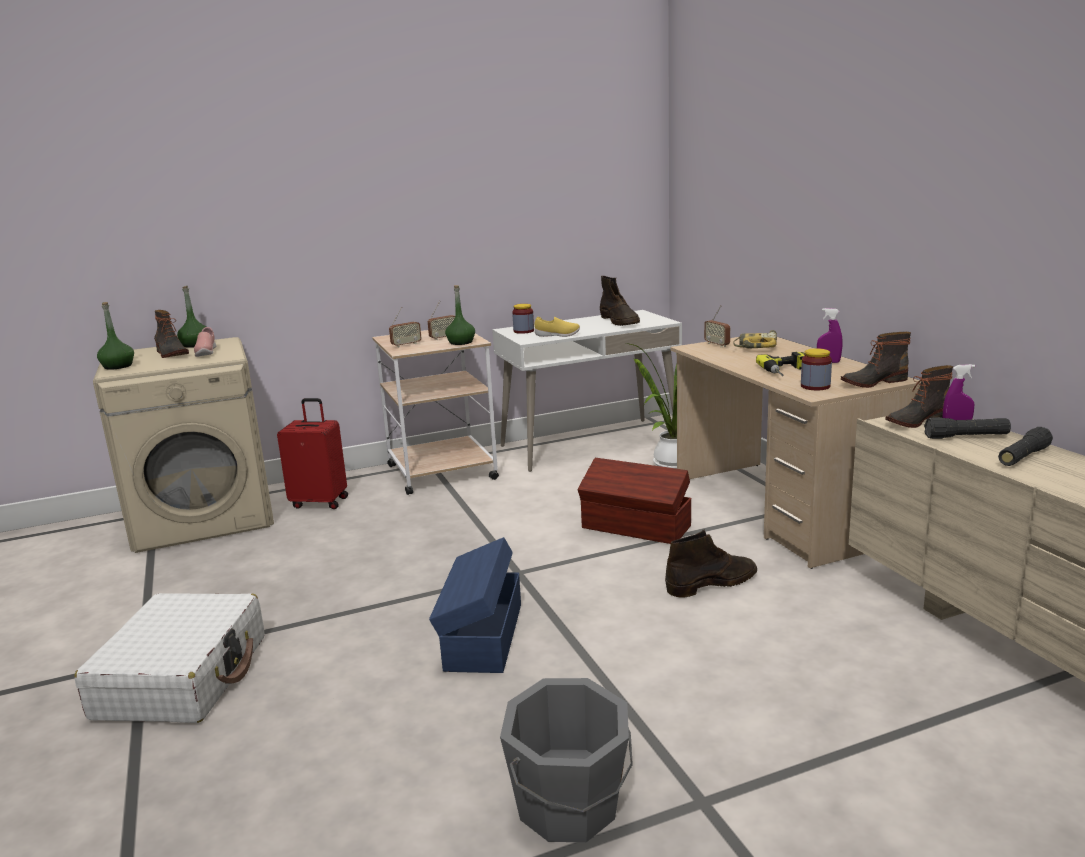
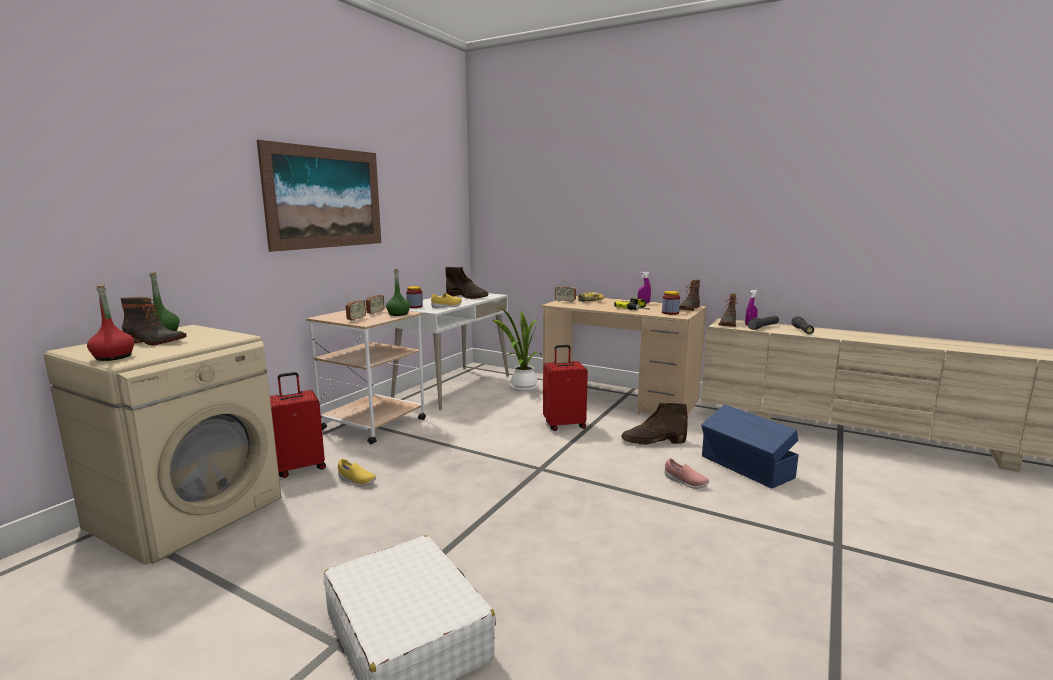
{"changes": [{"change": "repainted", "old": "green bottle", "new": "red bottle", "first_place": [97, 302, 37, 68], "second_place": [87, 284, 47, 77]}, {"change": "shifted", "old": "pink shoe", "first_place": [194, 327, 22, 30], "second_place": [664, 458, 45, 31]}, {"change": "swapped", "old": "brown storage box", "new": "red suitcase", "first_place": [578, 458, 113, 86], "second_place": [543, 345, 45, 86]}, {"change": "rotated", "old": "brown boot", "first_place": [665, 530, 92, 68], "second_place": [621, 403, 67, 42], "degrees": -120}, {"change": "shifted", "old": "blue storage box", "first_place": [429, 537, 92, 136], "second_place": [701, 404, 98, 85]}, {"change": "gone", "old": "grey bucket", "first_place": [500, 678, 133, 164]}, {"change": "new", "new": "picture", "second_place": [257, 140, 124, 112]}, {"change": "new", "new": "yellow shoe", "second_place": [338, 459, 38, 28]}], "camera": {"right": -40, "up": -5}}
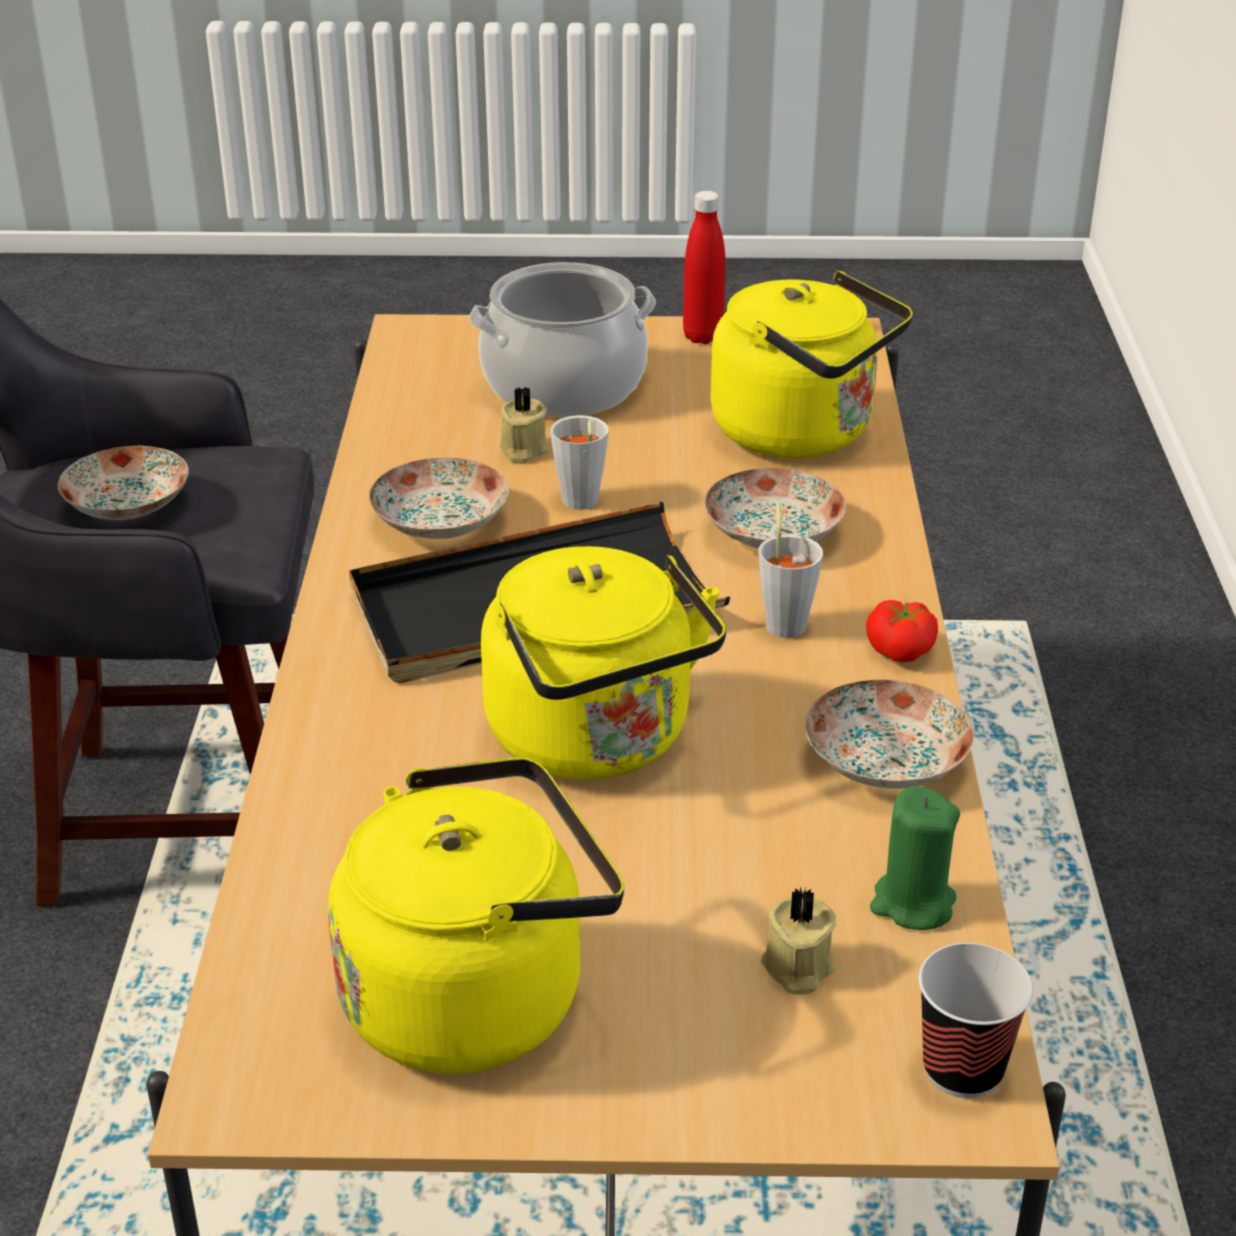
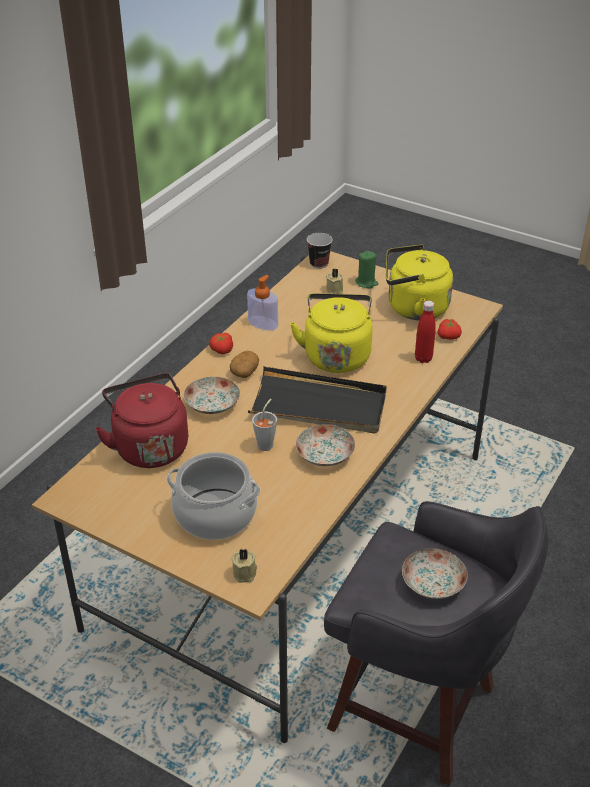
{"changes": [{"change": "shifted", "old": "red bottle", "first_place": [683, 191, 43, 153], "second_place": [415, 301, 21, 62]}, {"change": "repainted", "old": "yellow kettle", "new": "red kettle", "first_place": [710, 270, 203, 188], "second_place": [95, 373, 93, 95]}, {"change": "shifted", "old": "beige candle", "first_place": [499, 387, 49, 76], "second_place": [231, 548, 26, 35]}, {"change": "swapped", "old": "grey cup", "new": "potato", "first_place": [758, 501, 65, 137], "second_place": [230, 351, 29, 27]}, {"change": "swapped", "old": "plate", "new": "soap dispenser", "first_place": [805, 680, 169, 108], "second_place": [247, 275, 31, 56]}, {"change": "shifted", "old": "green candle", "first_place": [870, 786, 90, 144], "second_place": [355, 251, 23, 38]}, {"change": "new", "new": "tomato", "second_place": [437, 319, 25, 21]}], "camera": {"right": -150, "up": 5}}
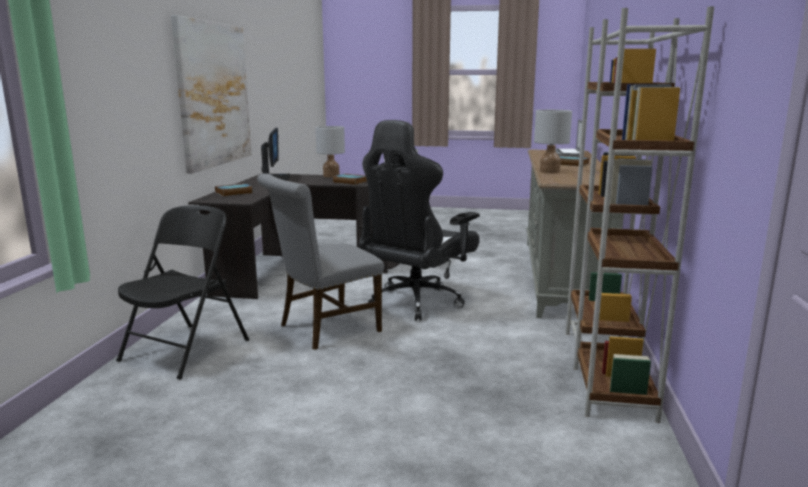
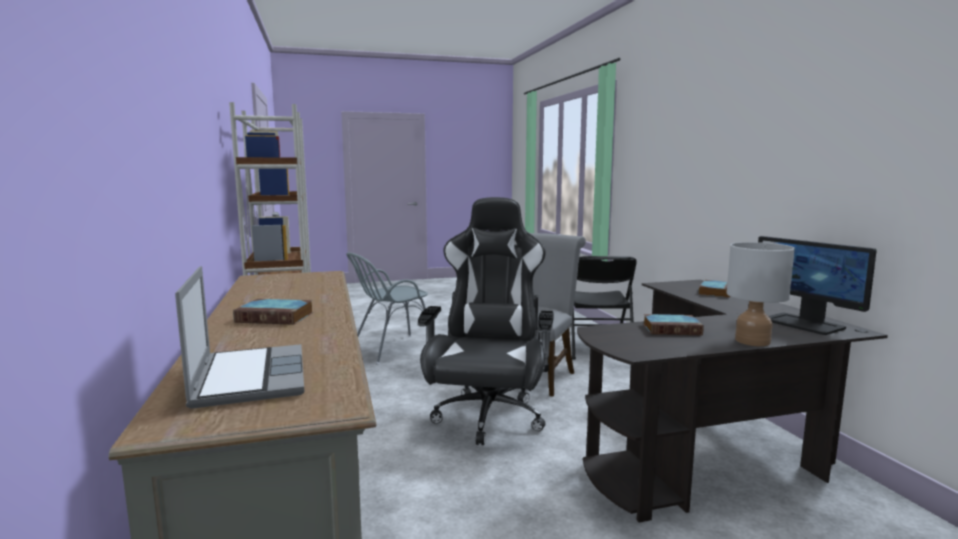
{"changes": [{"change": "gone", "old": "picture", "first_place": [171, 15, 80, 159]}, {"change": "gone", "old": "grey table lamp", "first_place": [534, 110, 38, 63]}, {"change": "new", "new": "grey chair", "second_place": [346, 252, 82, 112]}], "camera": {"right": 155, "up": -5}}
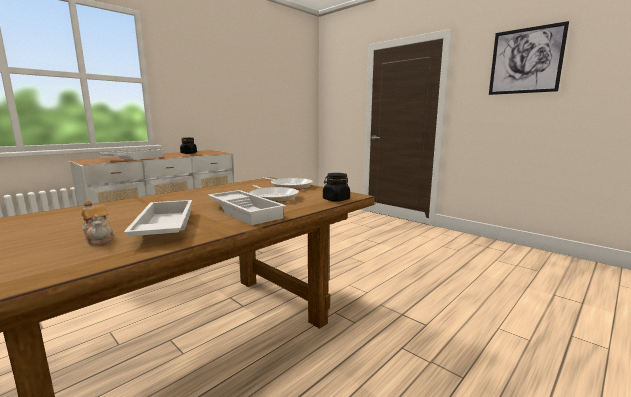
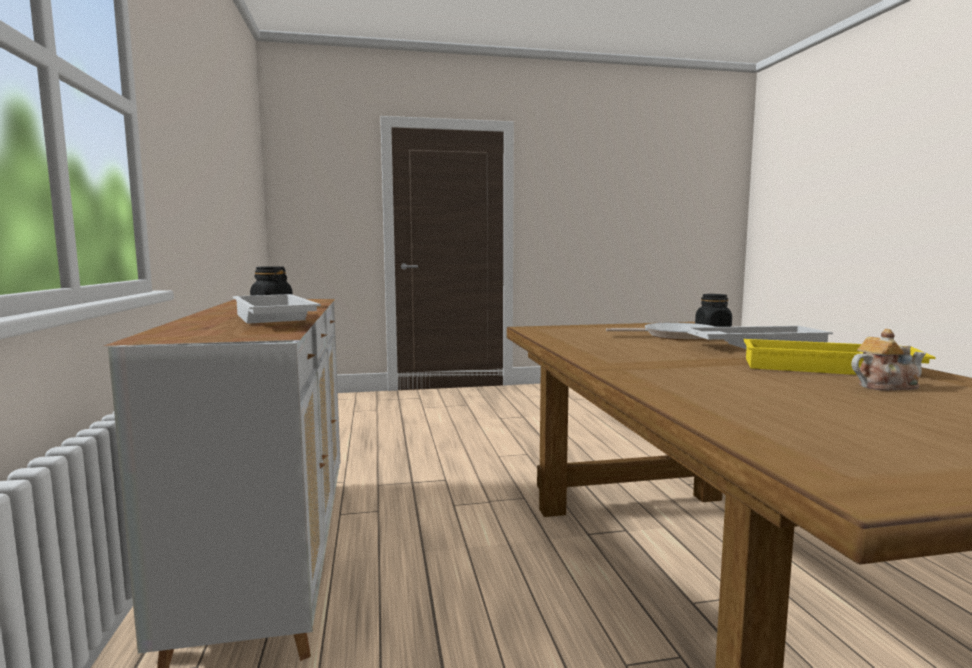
{"changes": [{"change": "gone", "old": "picture", "first_place": [489, 21, 80, 74]}, {"change": "gone", "old": "frying pan", "first_place": [263, 177, 50, 13]}, {"change": "repainted", "old": "white tray", "new": "yellow tray", "first_place": [124, 200, 68, 36], "second_place": [743, 339, 193, 36]}], "camera": {"right": -55, "up": -5}}
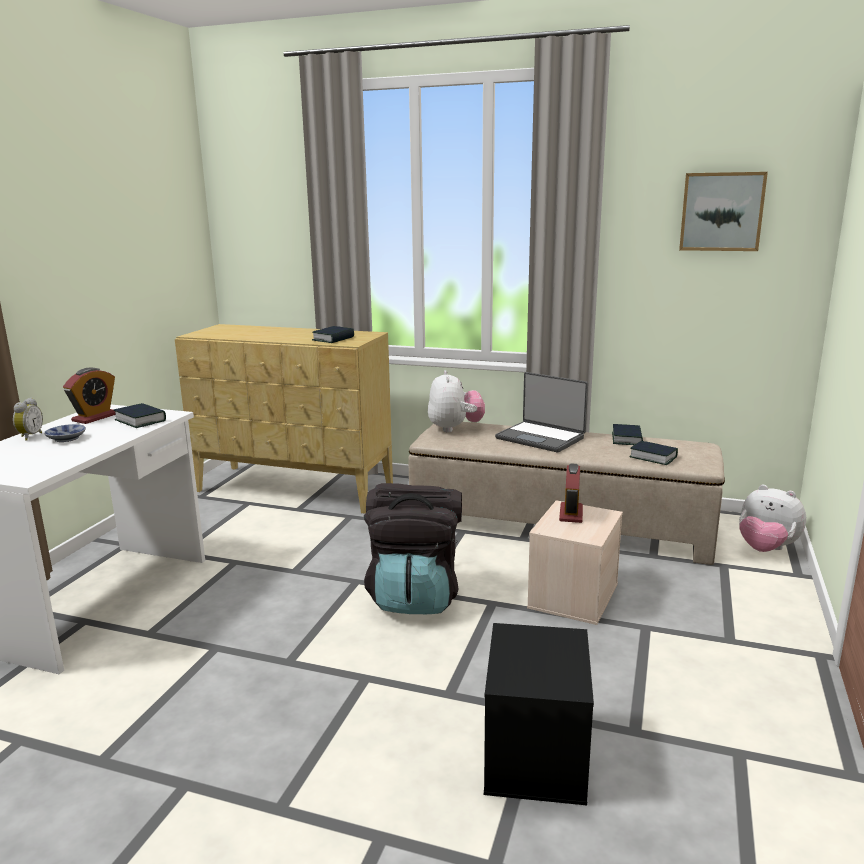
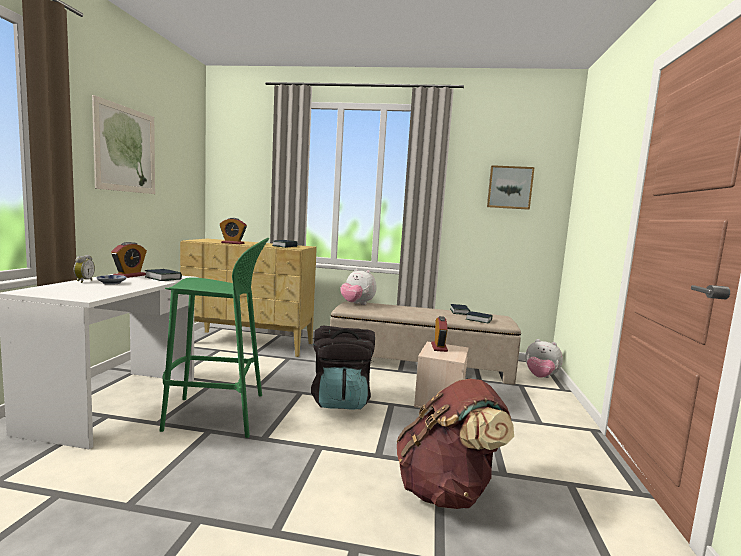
{"changes": [{"change": "rotated", "old": "plush toy", "first_place": [428, 370, 57, 63], "second_place": [341, 269, 36, 36], "degrees": 135}, {"change": "gone", "old": "laptop", "first_place": [495, 372, 93, 80]}, {"change": "swapped", "old": "black storage box", "new": "brown backpack", "first_place": [484, 623, 110, 182], "second_place": [397, 379, 117, 130]}, {"change": "new", "new": "picture", "second_place": [92, 95, 63, 99]}, {"change": "new", "new": "alarm clock", "second_place": [220, 218, 27, 26]}, {"change": "new", "new": "green stool", "second_place": [159, 238, 110, 200]}], "camera": {"right": -10, "up": -10}}
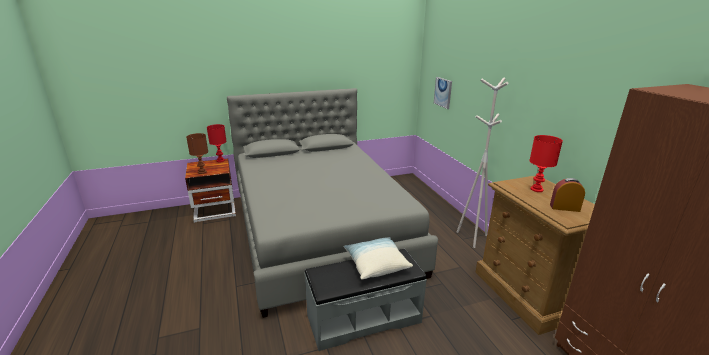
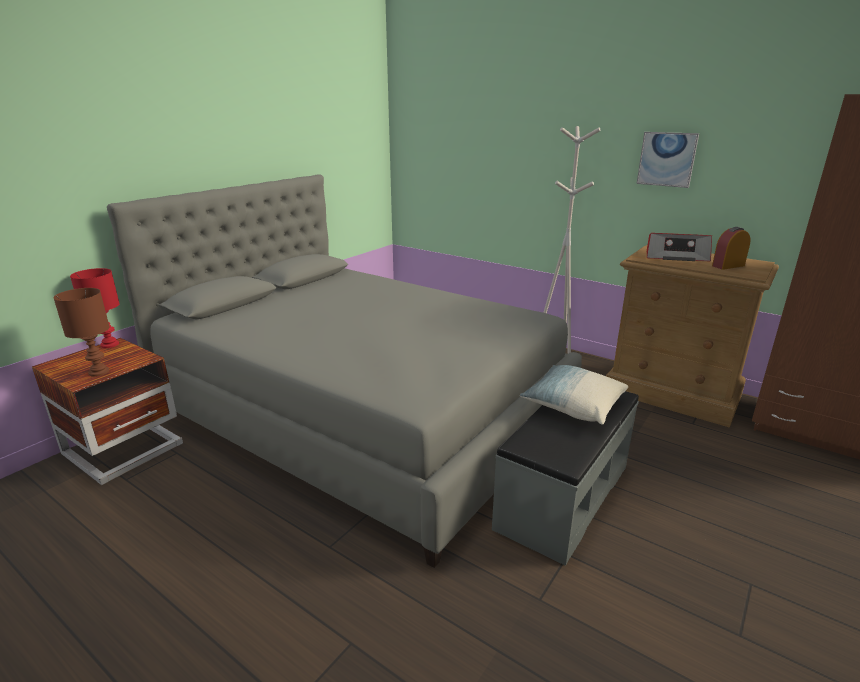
{"changes": [{"change": "shifted", "old": "picture", "first_place": [434, 77, 18, 32], "second_place": [637, 132, 62, 56]}, {"change": "swapped", "old": "red table lamp", "new": "radio", "first_place": [529, 135, 34, 57], "second_place": [647, 233, 65, 28]}], "camera": {"right": -35, "up": 0}}
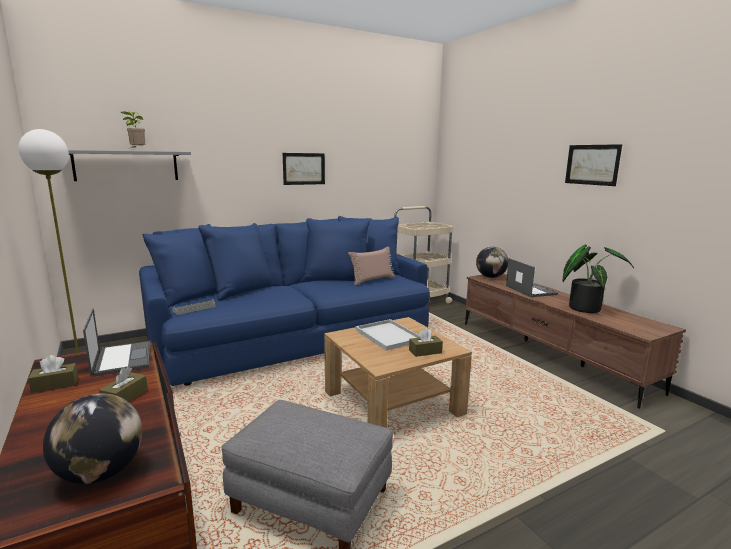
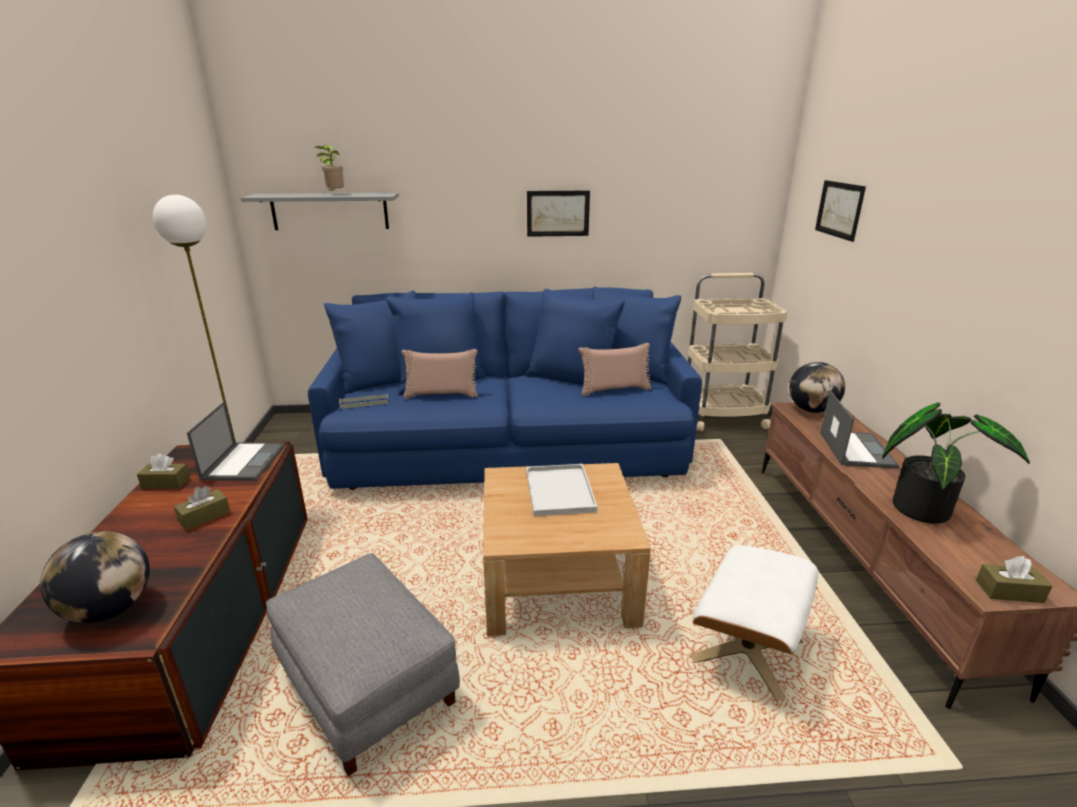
{"changes": [{"change": "shifted", "old": "picture", "first_place": [565, 144, 57, 42], "second_place": [815, 180, 51, 62]}, {"change": "shifted", "old": "brown tissue box", "first_place": [409, 328, 34, 29], "second_place": [976, 556, 76, 47]}, {"change": "new", "new": "beige pillow", "second_place": [402, 349, 76, 50]}, {"change": "new", "new": "white ottoman", "second_place": [690, 545, 128, 156]}], "camera": {"right": 25, "up": 10}}
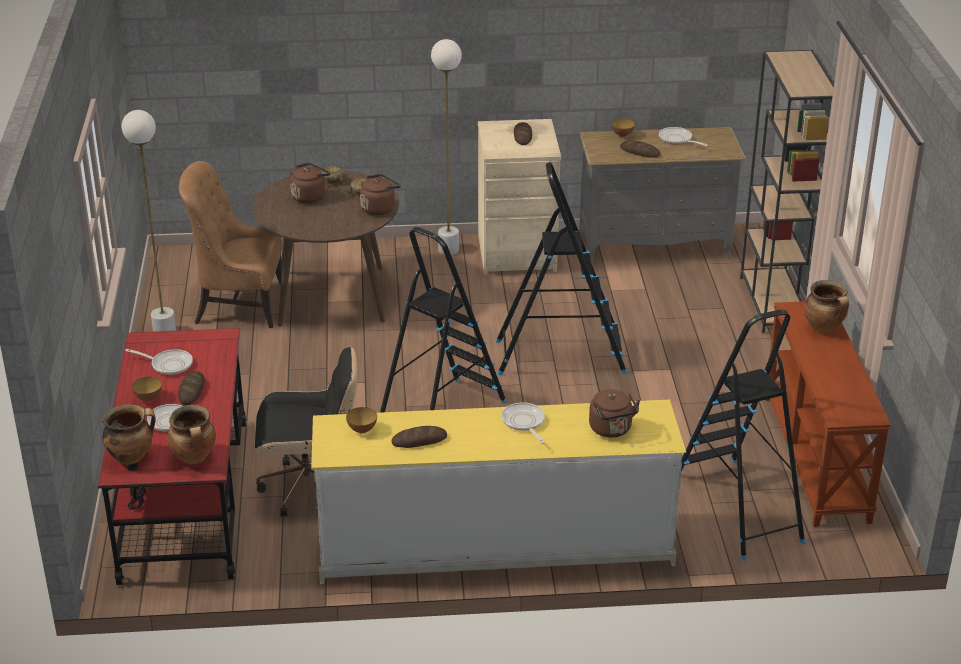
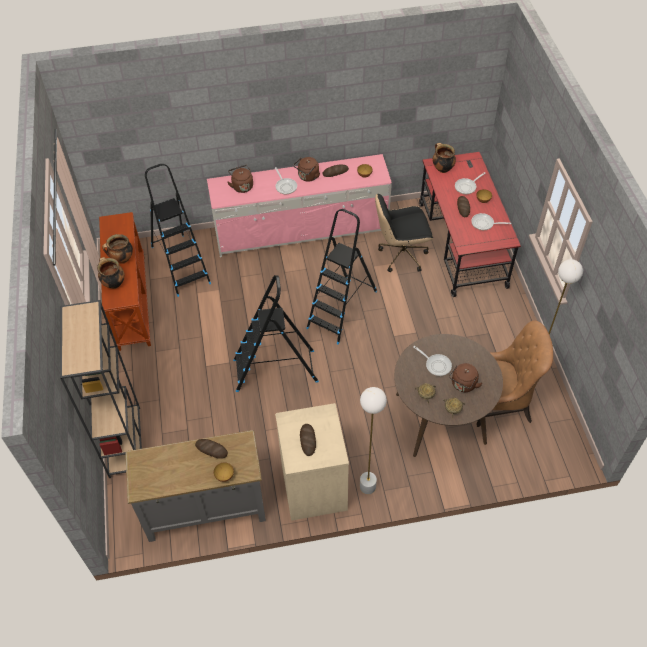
{"changes": [{"change": "shifted", "old": "frying pan", "first_place": [659, 127, 49, 19], "second_place": [414, 346, 38, 30]}, {"change": "shifted", "old": "brown kettle", "first_place": [360, 174, 41, 41], "second_place": [294, 157, 26, 25]}, {"change": "repainted", "old": "yellow cabinet", "new": "pink cabinet", "first_place": [311, 400, 375, 184], "second_place": [207, 154, 185, 103]}, {"change": "shifted", "old": "cooking pot", "first_place": [103, 404, 53, 61], "second_place": [102, 234, 31, 30]}], "camera": {"right": 175, "up": 20}}
